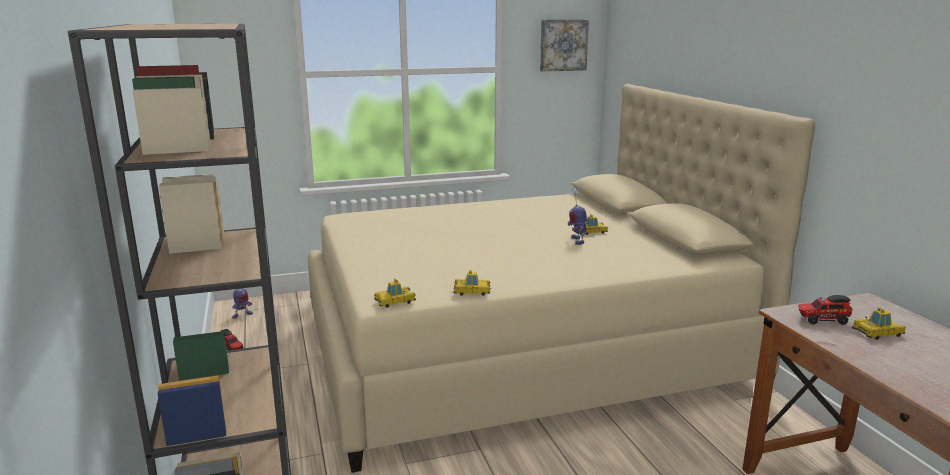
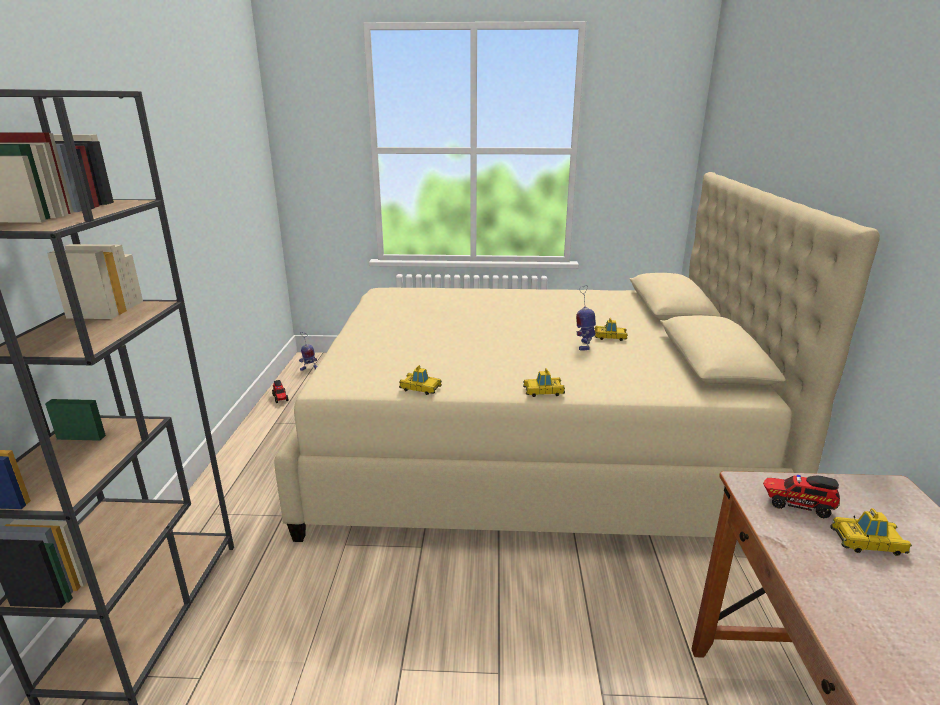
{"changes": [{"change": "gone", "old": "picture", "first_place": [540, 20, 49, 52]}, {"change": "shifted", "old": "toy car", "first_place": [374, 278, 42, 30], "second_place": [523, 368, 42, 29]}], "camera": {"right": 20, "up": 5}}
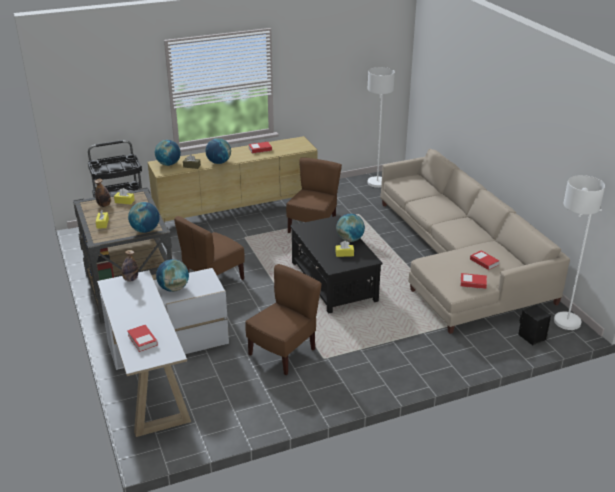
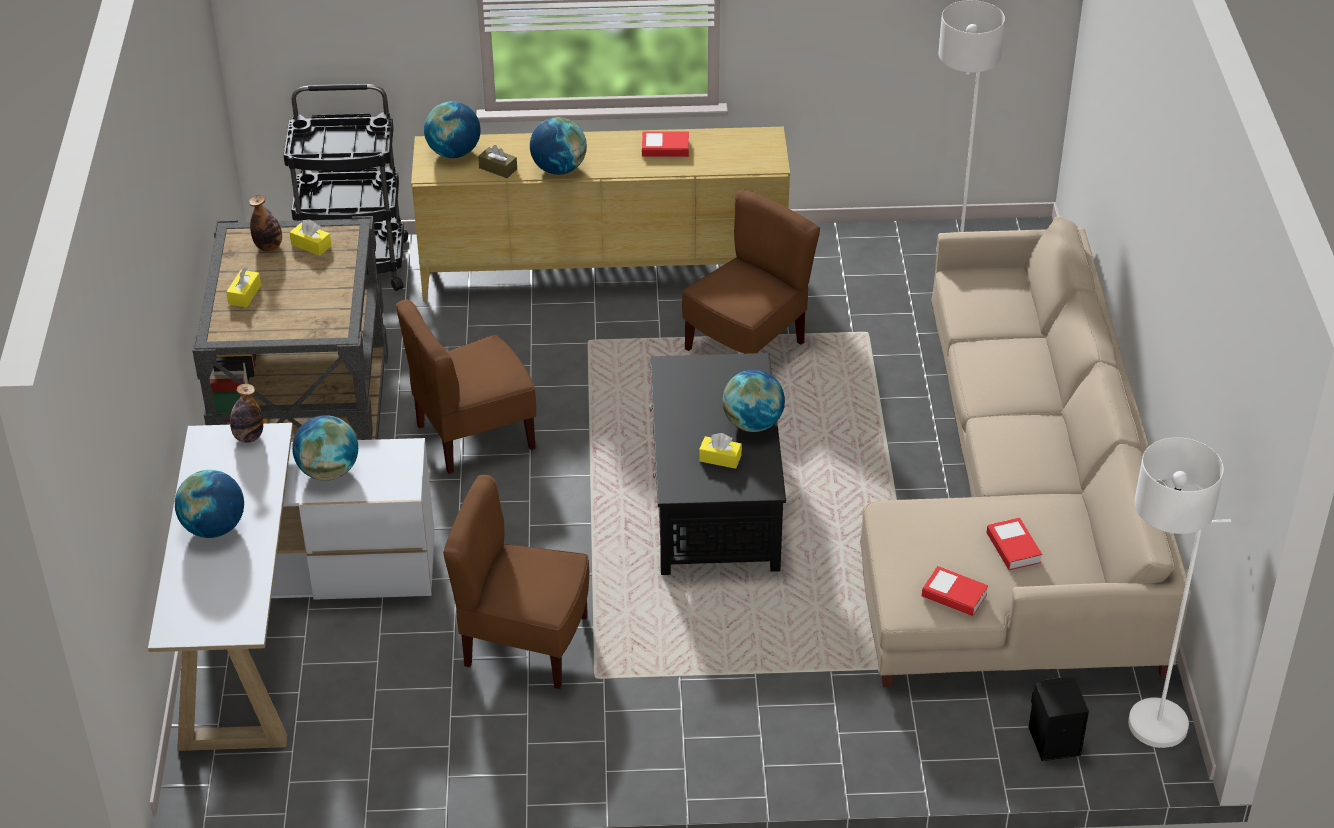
{"changes": [{"change": "shifted", "old": "globe", "first_place": [128, 202, 32, 31], "second_place": [175, 470, 69, 68]}, {"change": "rotated", "old": "brown chair", "first_place": [245, 264, 77, 111], "second_place": [443, 475, 146, 214], "degrees": -135}, {"change": "gone", "old": "book", "first_place": [127, 325, 31, 27]}], "camera": {"right": 20, "up": 10}}
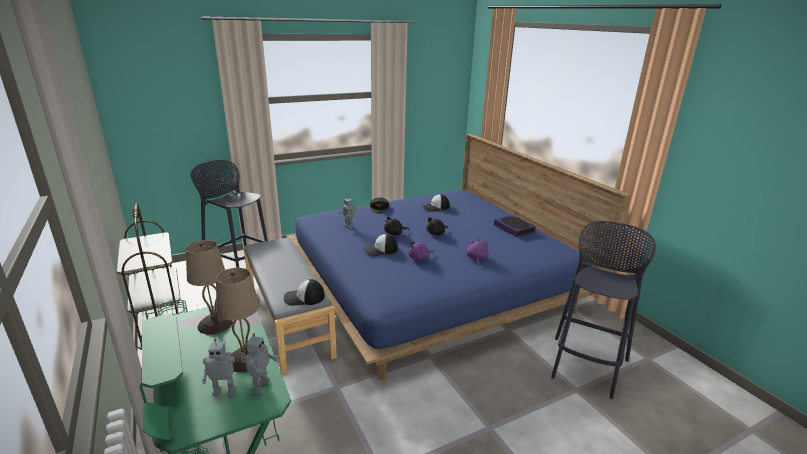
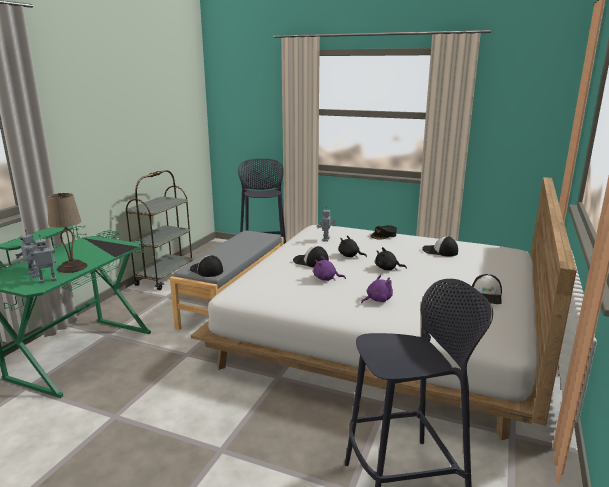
{"changes": [{"change": "repainted", "old": "blue bed", "new": "white bed", "first_place": [286, 134, 345, 246], "second_place": [191, 177, 386, 263]}, {"change": "swapped", "old": "book", "new": "cap", "first_place": [494, 215, 42, 22], "second_place": [472, 274, 30, 30]}, {"change": "gone", "old": "beige table lamp", "first_place": [186, 240, 47, 95]}], "camera": {"right": 50, "up": -5}}
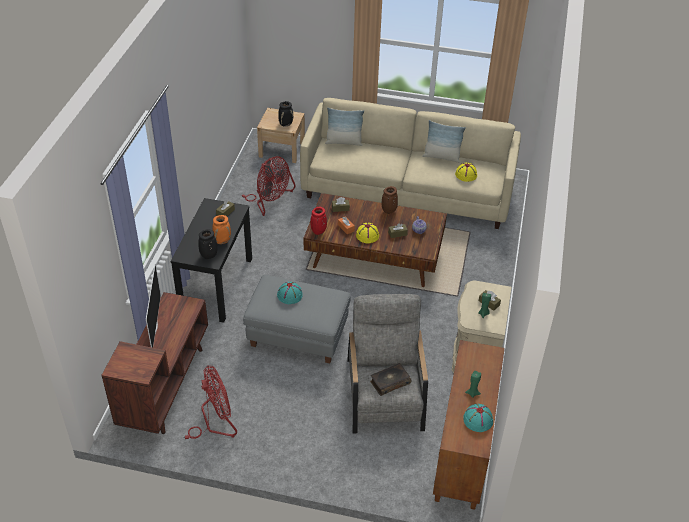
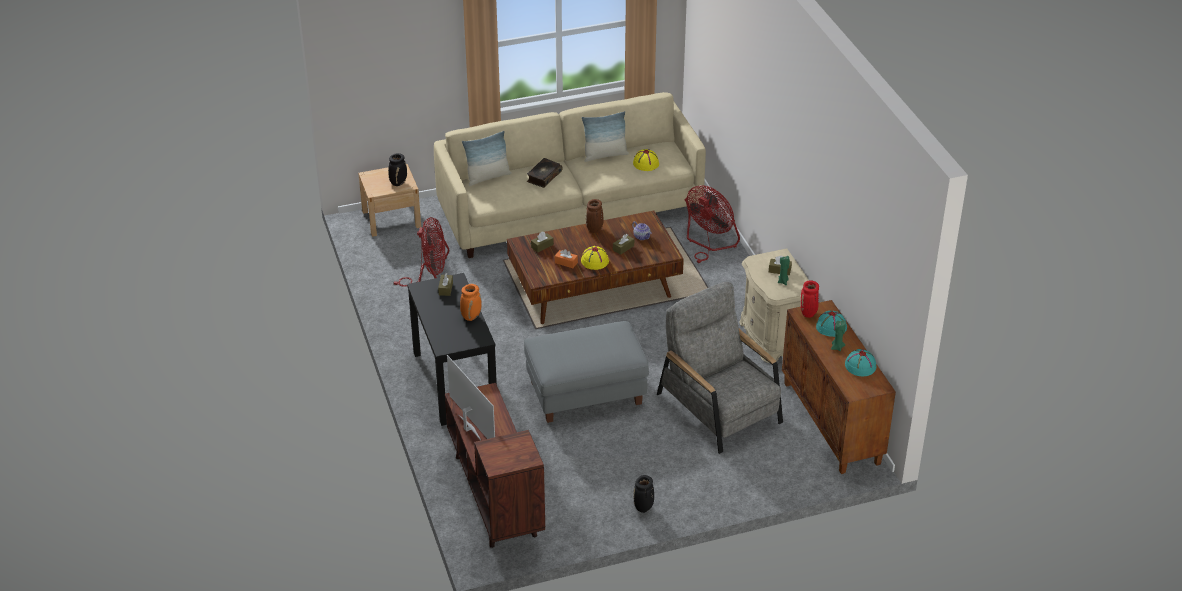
{"changes": [{"change": "shifted", "old": "red vase", "first_place": [310, 207, 17, 28], "second_place": [801, 280, 18, 38]}, {"change": "shifted", "old": "black vase", "first_place": [198, 229, 20, 30], "second_place": [633, 475, 21, 38]}, {"change": "shifted", "old": "turquoise hat", "first_place": [277, 282, 26, 22], "second_place": [816, 310, 31, 27]}, {"change": "shifted", "old": "book", "first_place": [370, 363, 42, 33], "second_place": [527, 158, 35, 30]}, {"change": "shifted", "old": "red fan", "first_place": [185, 365, 52, 74], "second_place": [684, 185, 56, 78]}], "camera": {"right": -30, "up": -5}}
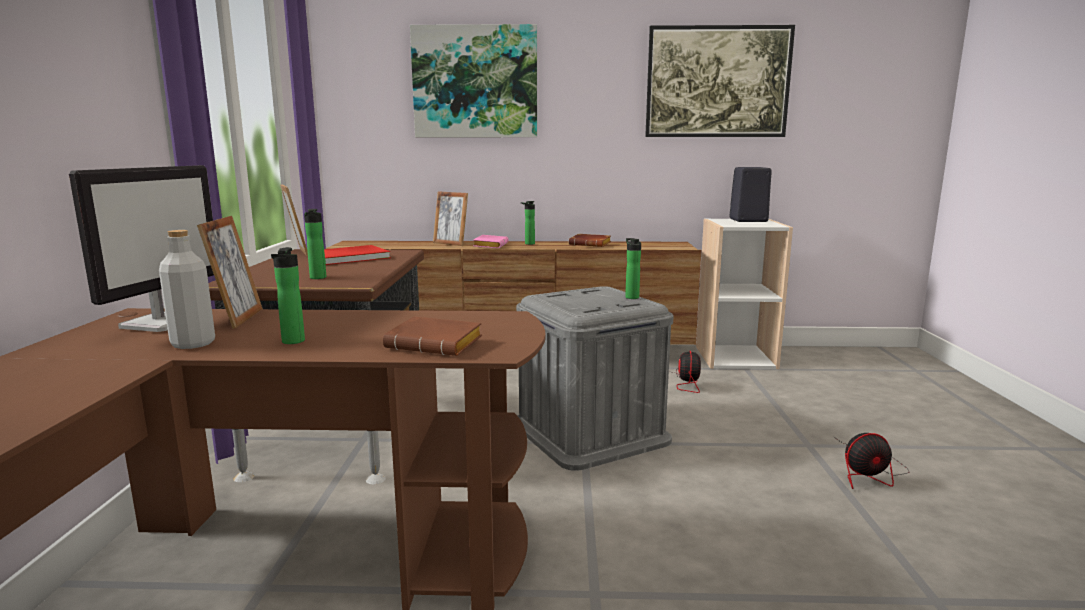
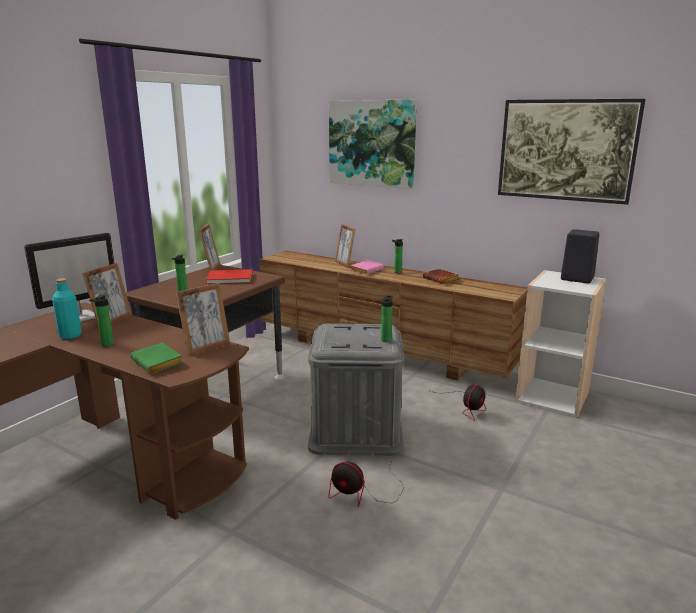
{"changes": [{"change": "repainted", "old": "grey bottle", "new": "turquoise bottle", "first_place": [159, 230, 56, 119], "second_place": [52, 278, 30, 61]}, {"change": "repainted", "old": "brown book", "new": "green book", "first_place": [383, 317, 99, 39], "second_place": [130, 342, 53, 32]}, {"change": "shifted", "old": "fan", "first_place": [833, 433, 76, 56], "second_place": [328, 461, 76, 46]}, {"change": "new", "new": "picture frame", "second_place": [176, 283, 54, 73]}], "camera": {"right": 30, "up": 5}}
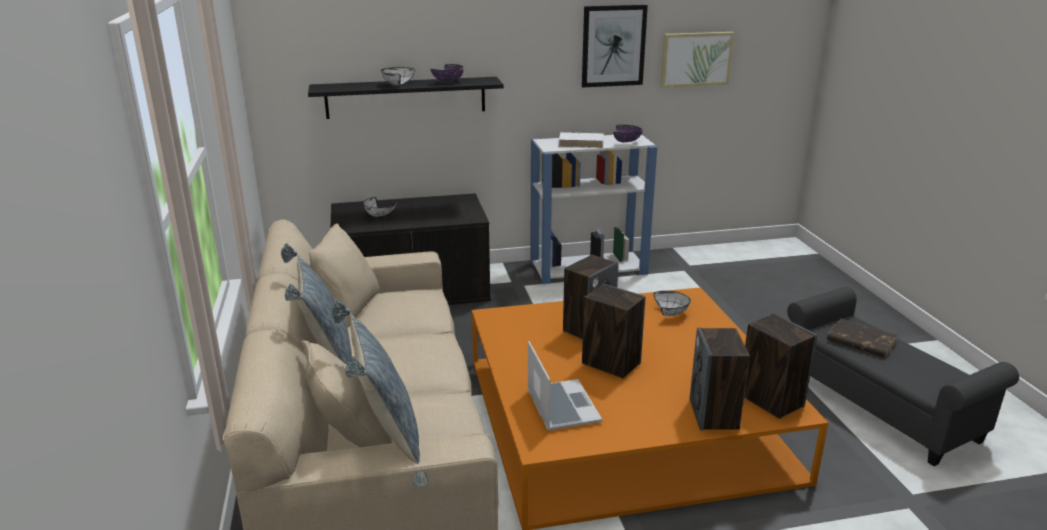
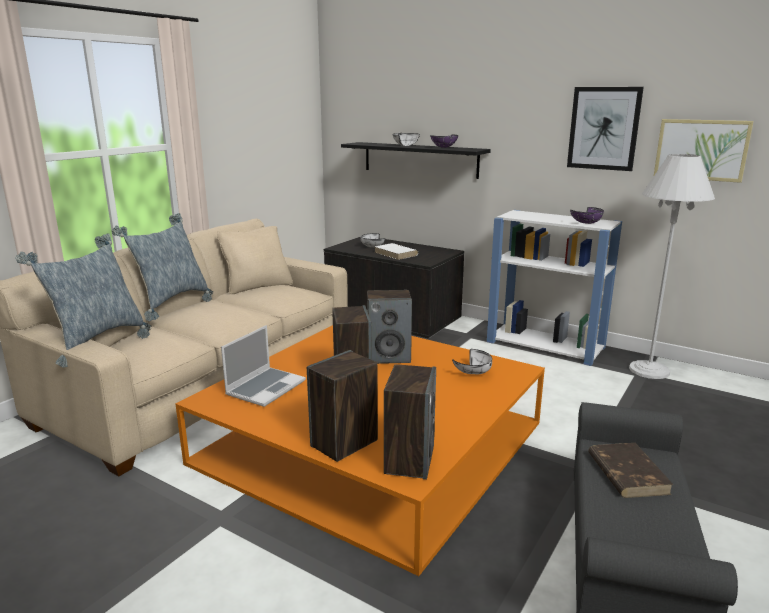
{"changes": [{"change": "shifted", "old": "white book", "first_place": [559, 132, 45, 16], "second_place": [375, 243, 43, 17]}, {"change": "new", "new": "white floor lamp", "second_place": [629, 154, 86, 225]}], "camera": {"right": 45, "up": -5}}
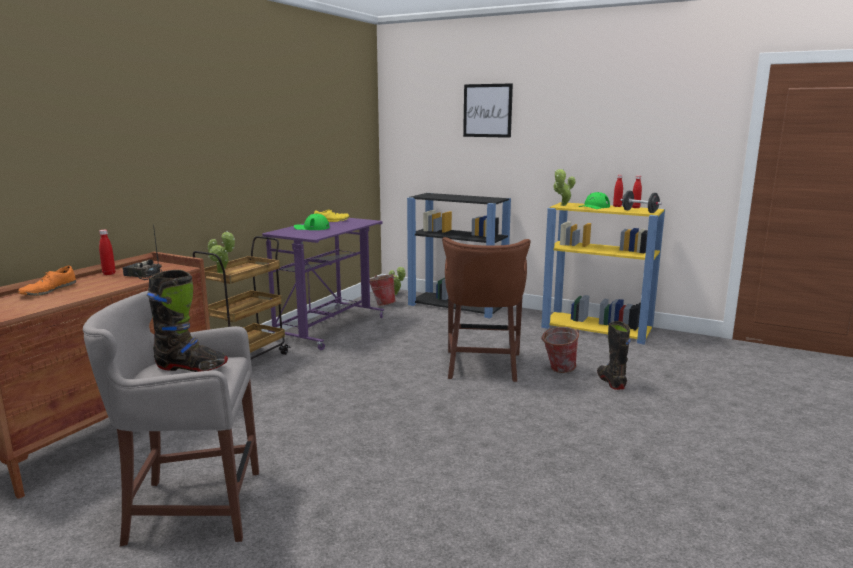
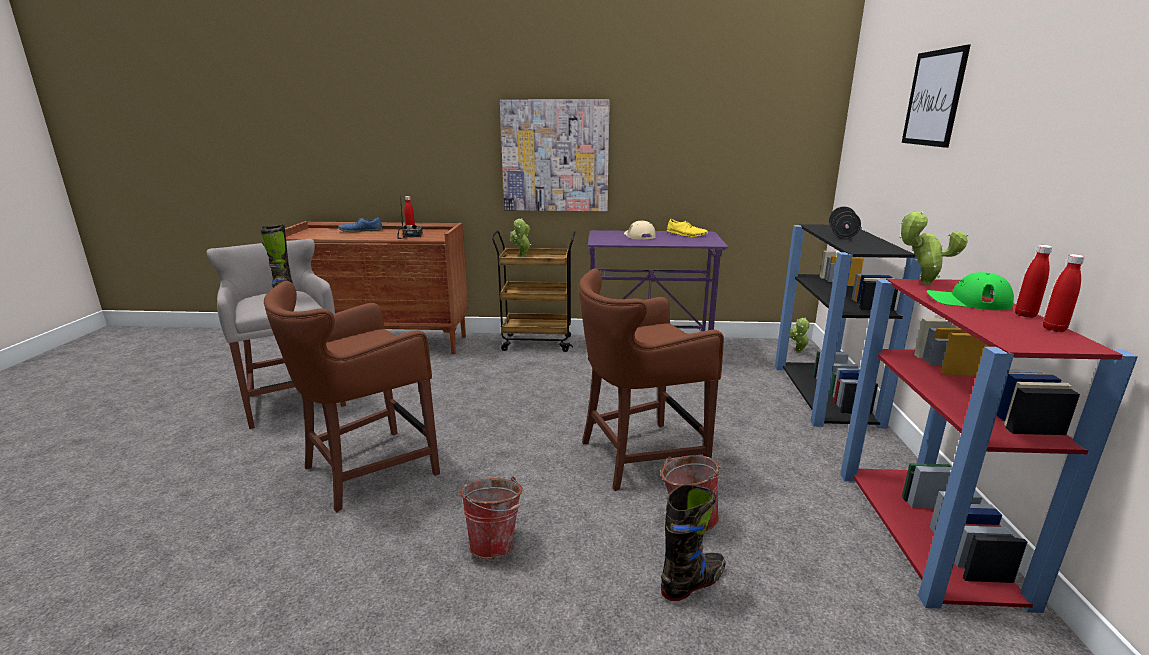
{"changes": [{"change": "shifted", "old": "black dumbbell", "first_place": [621, 191, 41, 22], "second_place": [829, 206, 32, 33]}, {"change": "repainted", "old": "yellow bookcase", "new": "red bookcase", "first_place": [541, 202, 124, 143], "second_place": [840, 279, 298, 334]}, {"change": "repainted", "old": "green cap", "new": "beige cap", "first_place": [294, 214, 36, 16], "second_place": [624, 221, 32, 19]}, {"change": "repainted", "old": "orange shoe", "new": "blue shoe", "first_place": [18, 265, 58, 31], "second_place": [338, 217, 44, 15]}, {"change": "shifted", "old": "bucket", "first_place": [369, 274, 27, 32], "second_place": [460, 477, 66, 82]}, {"change": "new", "new": "picture", "second_place": [500, 100, 110, 111]}, {"change": "new", "new": "brown stool", "second_place": [264, 281, 176, 232]}], "camera": {"right": 65, "up": 5}}
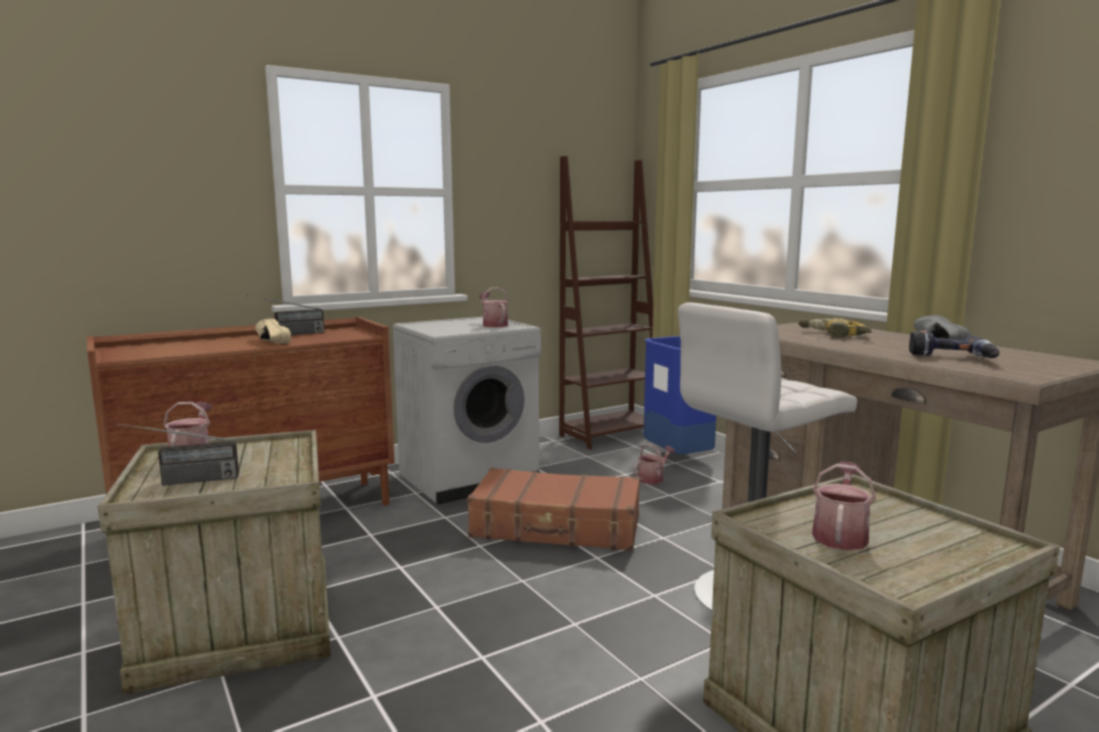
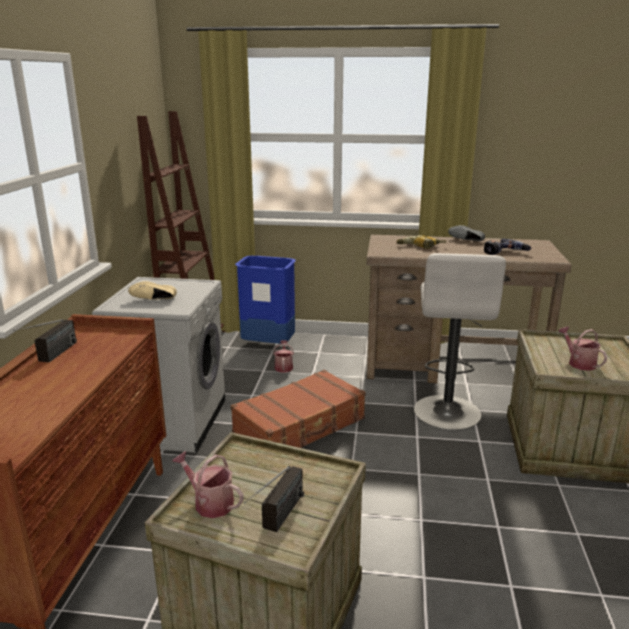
{"changes": [{"change": "gone", "old": "watering can", "first_place": [479, 287, 30, 40]}, {"change": "shifted", "old": "beige shoe", "first_place": [255, 319, 36, 25], "second_place": [128, 281, 49, 19]}], "camera": {"right": -50, "up": 10}}
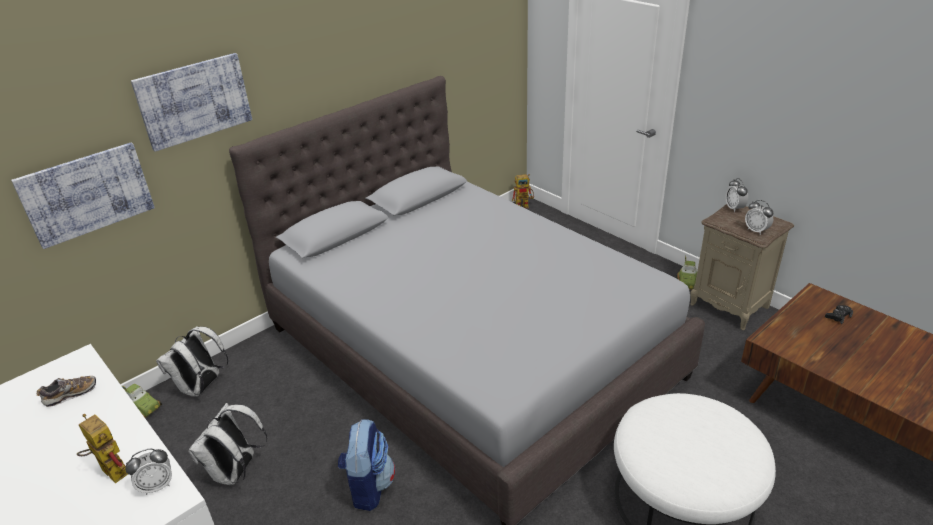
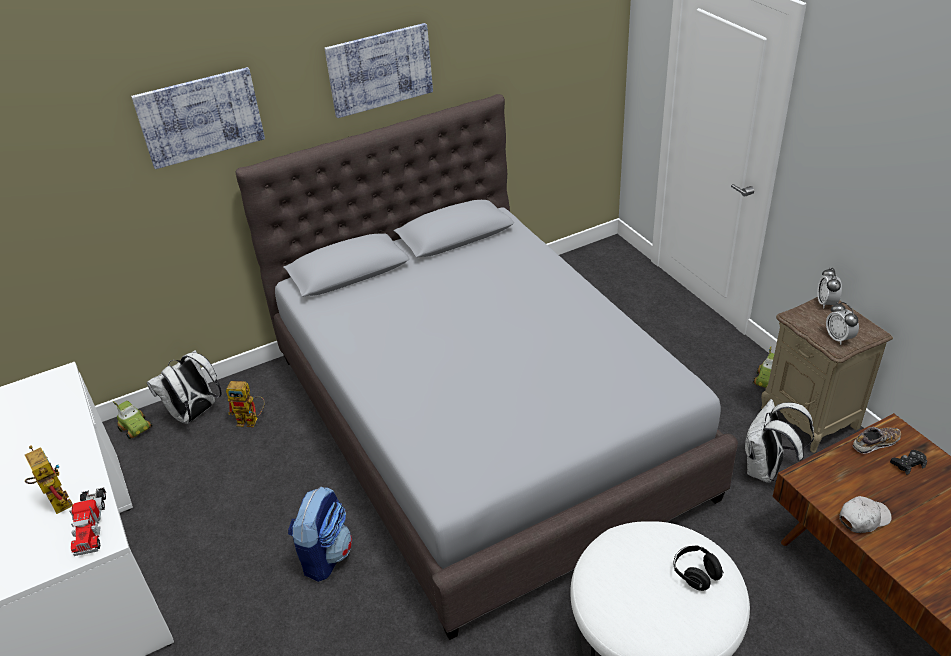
{"changes": [{"change": "shifted", "old": "picture", "first_place": [11, 142, 144, 107], "second_place": [324, 23, 109, 95]}, {"change": "shifted", "old": "toy robot", "first_place": [512, 174, 22, 34], "second_place": [226, 381, 39, 46]}, {"change": "shifted", "old": "shoe", "first_place": [37, 376, 59, 31], "second_place": [852, 427, 49, 27]}, {"change": "shifted", "old": "white backpack", "first_place": [188, 403, 79, 82], "second_place": [745, 399, 69, 84]}, {"change": "swapped", "old": "alarm clock", "new": "toy truck", "first_place": [125, 448, 47, 47], "second_place": [70, 487, 36, 69]}, {"change": "new", "new": "white cap", "second_place": [839, 496, 53, 37]}, {"change": "new", "new": "black headphones", "second_place": [674, 545, 50, 46]}], "camera": {"right": 15, "up": 5}}
